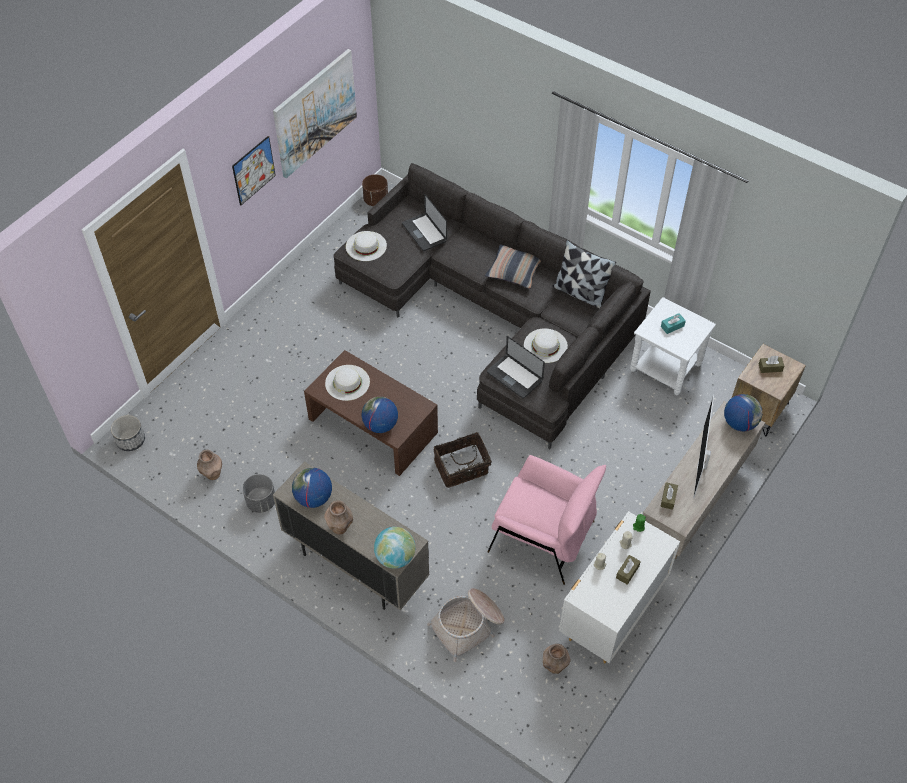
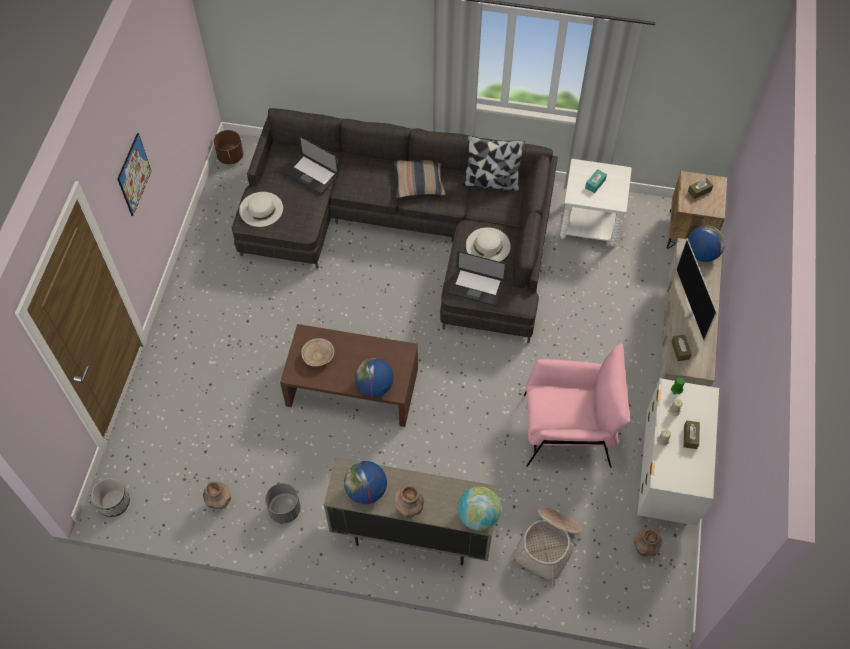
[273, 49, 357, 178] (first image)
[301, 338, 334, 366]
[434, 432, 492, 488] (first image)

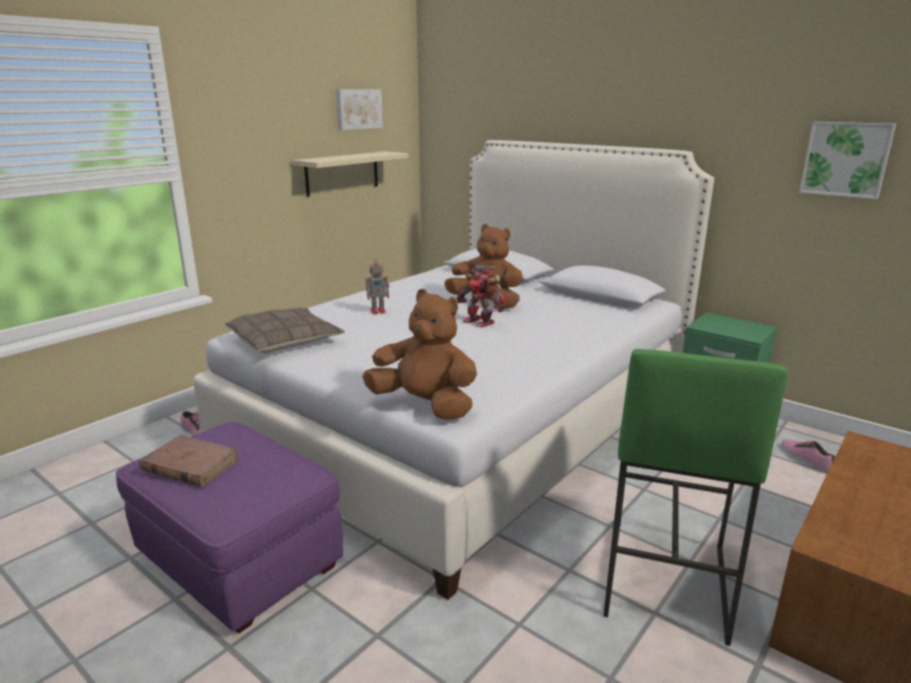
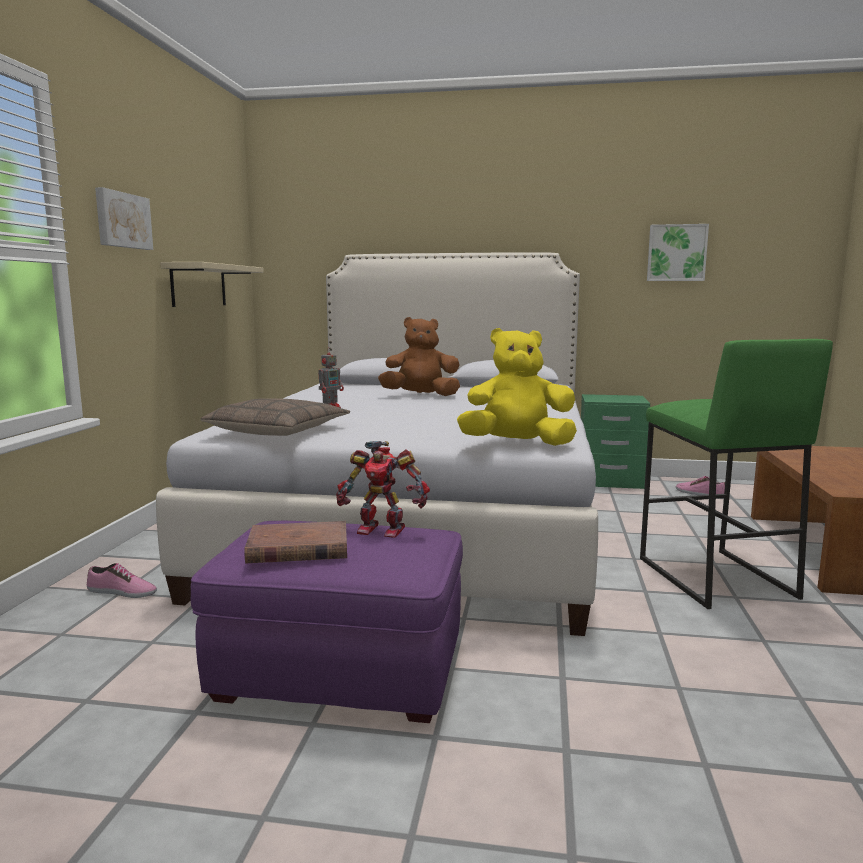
[95, 187, 153, 250]
[457, 328, 577, 446]
[336, 441, 430, 538]

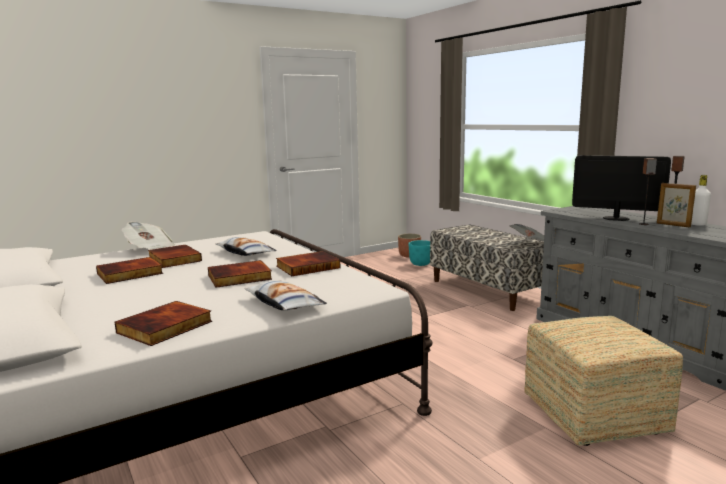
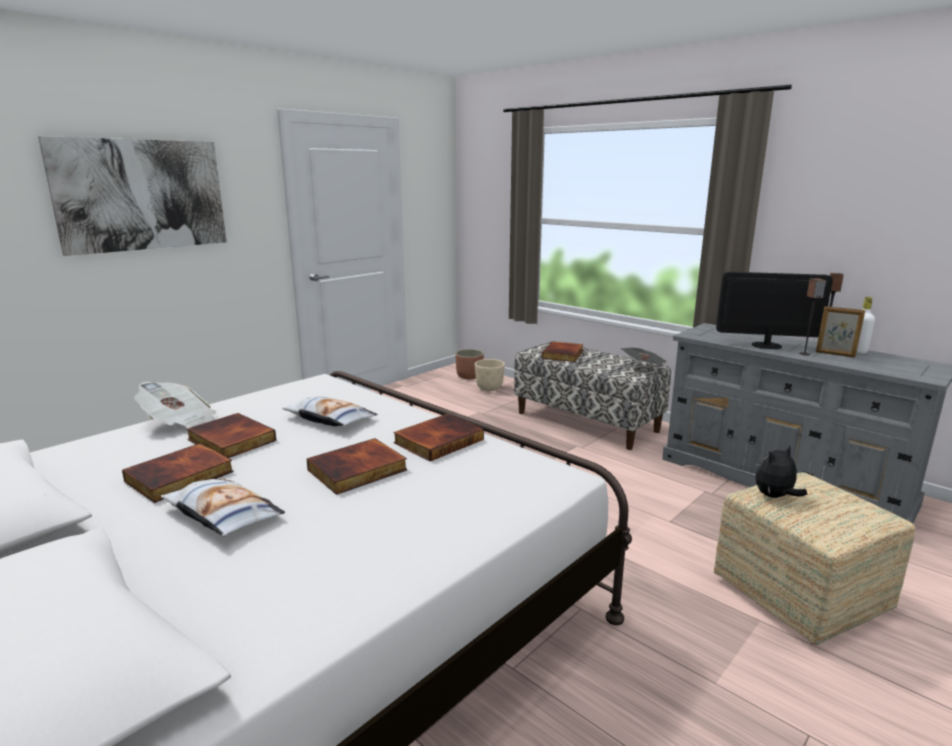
[542, 342, 583, 362]
[161, 479, 285, 536]
[475, 359, 505, 391]
[38, 136, 227, 256]
[755, 445, 807, 498]

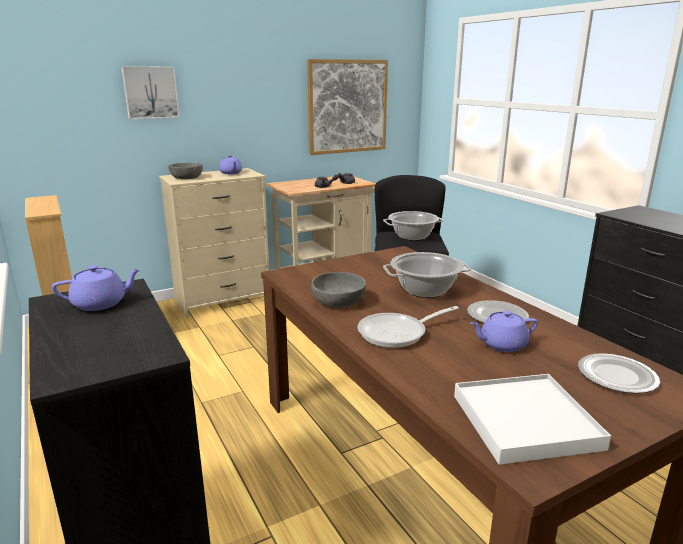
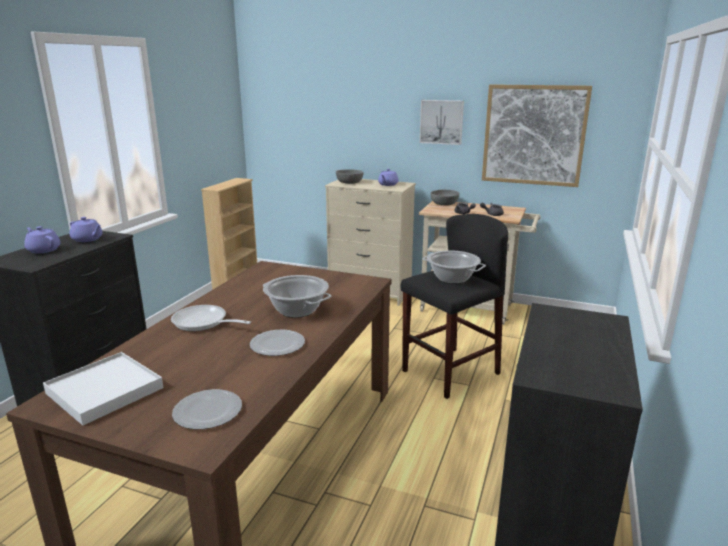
[420, 100, 464, 145]
[430, 190, 459, 206]
[24, 226, 61, 254]

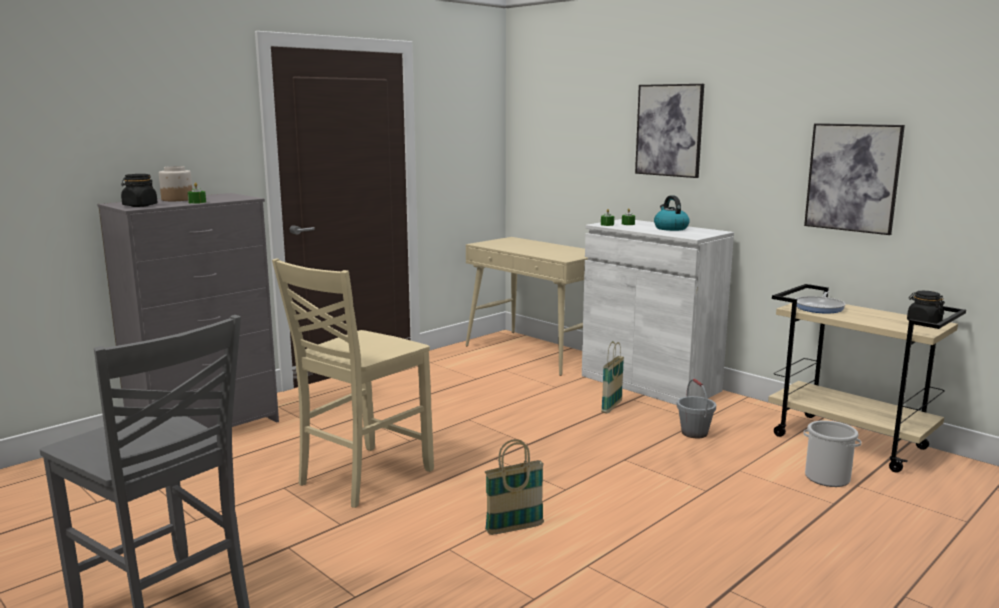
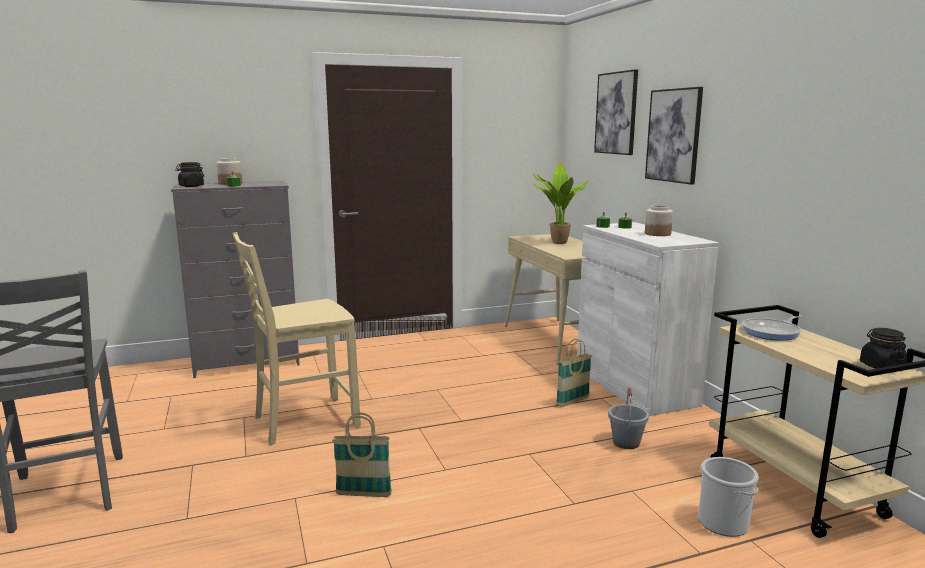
[645, 205, 673, 236]
[594, 69, 638, 155]
[533, 162, 589, 244]

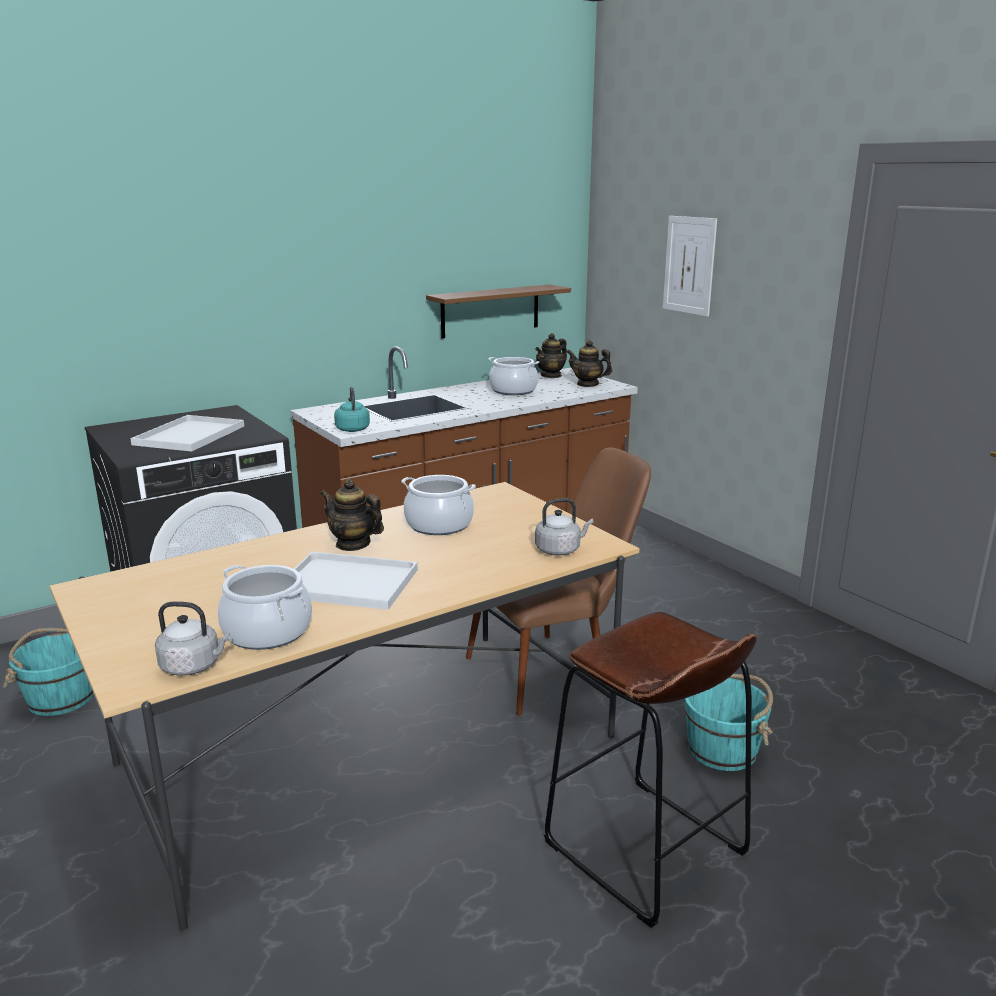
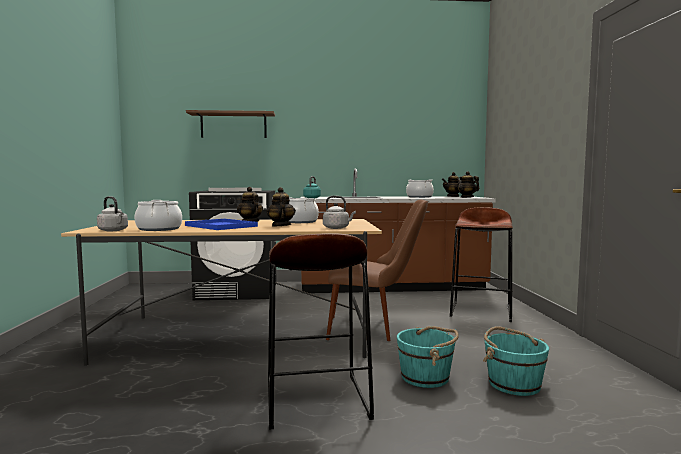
[483, 326, 549, 396]
[185, 219, 258, 230]
[186, 110, 275, 138]
[663, 216, 717, 317] (first image)
[266, 187, 296, 226]
[450, 207, 513, 322]

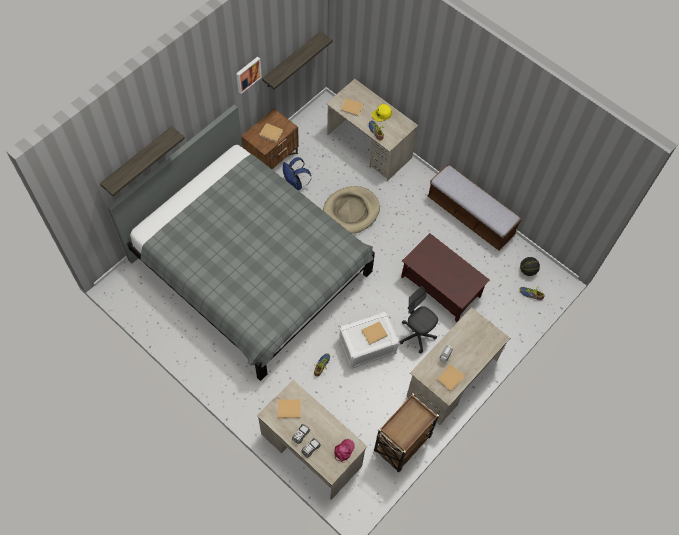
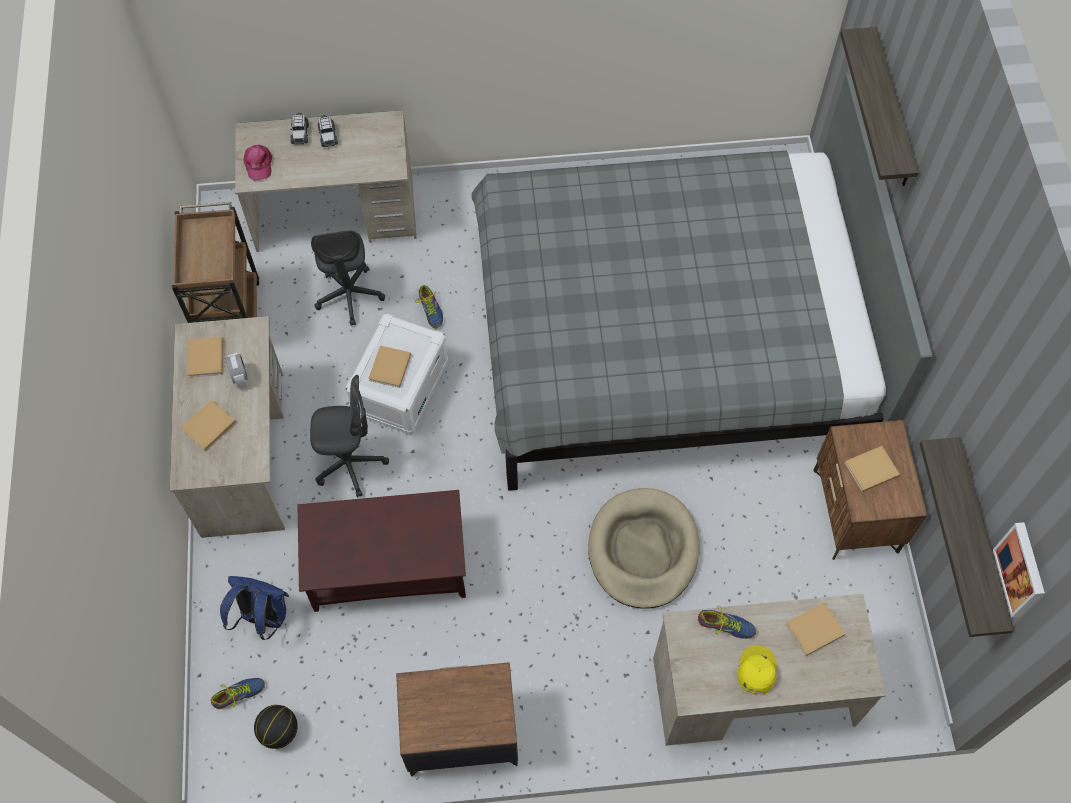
[993, 522, 1045, 618]
[180, 400, 236, 451]
[220, 576, 289, 640]
[396, 662, 518, 776]
[311, 231, 385, 326]

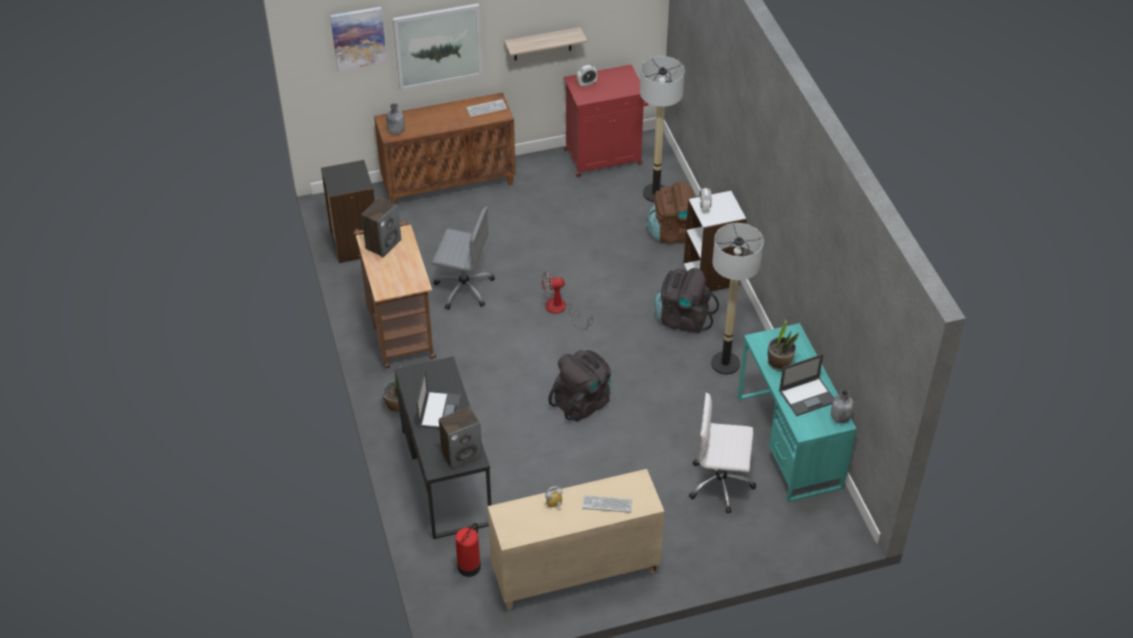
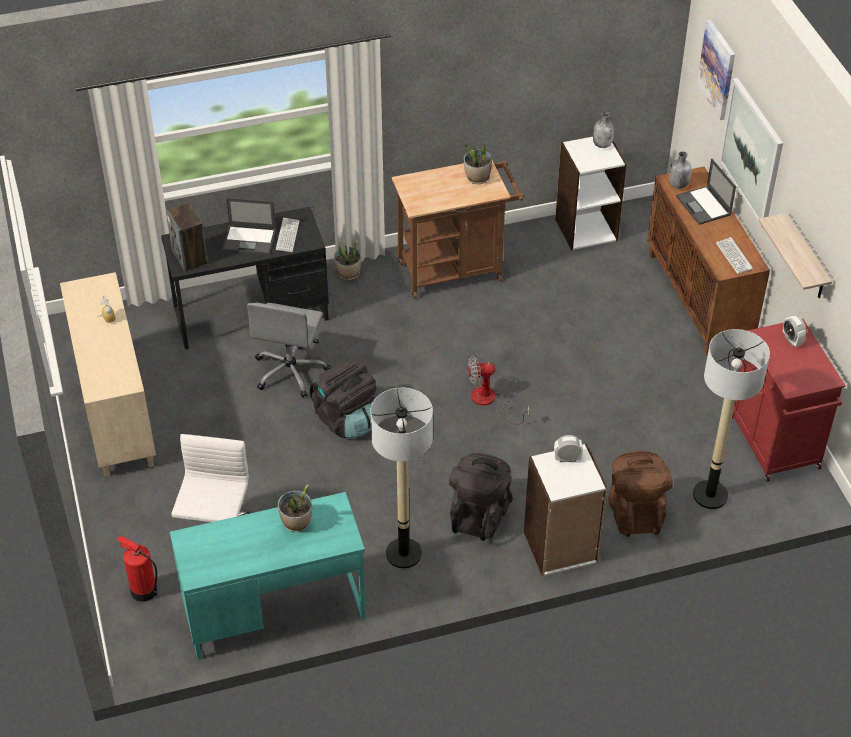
[555, 137, 627, 250]
[464, 144, 492, 184]
[247, 303, 331, 398]
[117, 535, 157, 602]
[468, 356, 530, 424]
[276, 218, 300, 252]
[676, 158, 736, 225]
[593, 112, 614, 148]

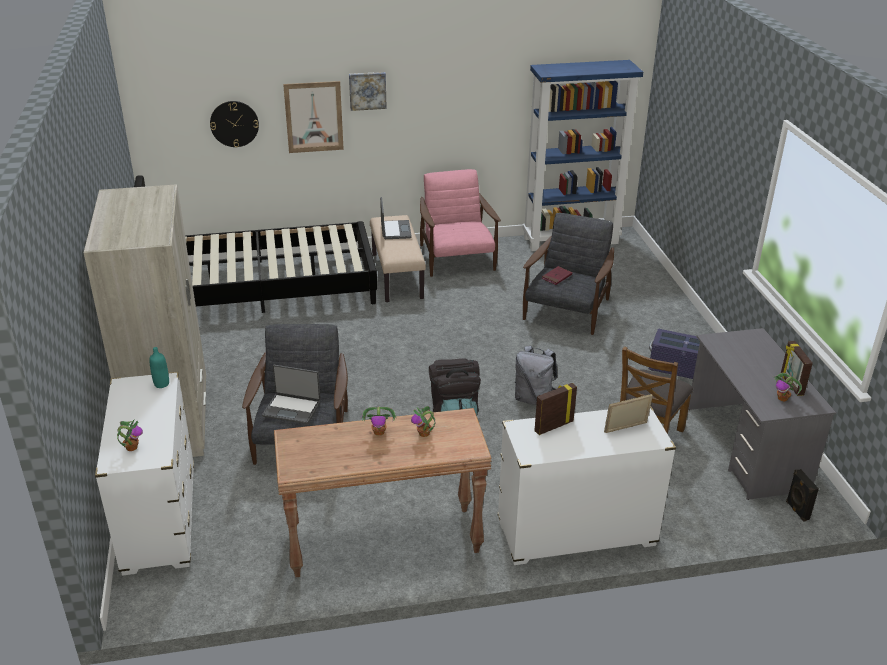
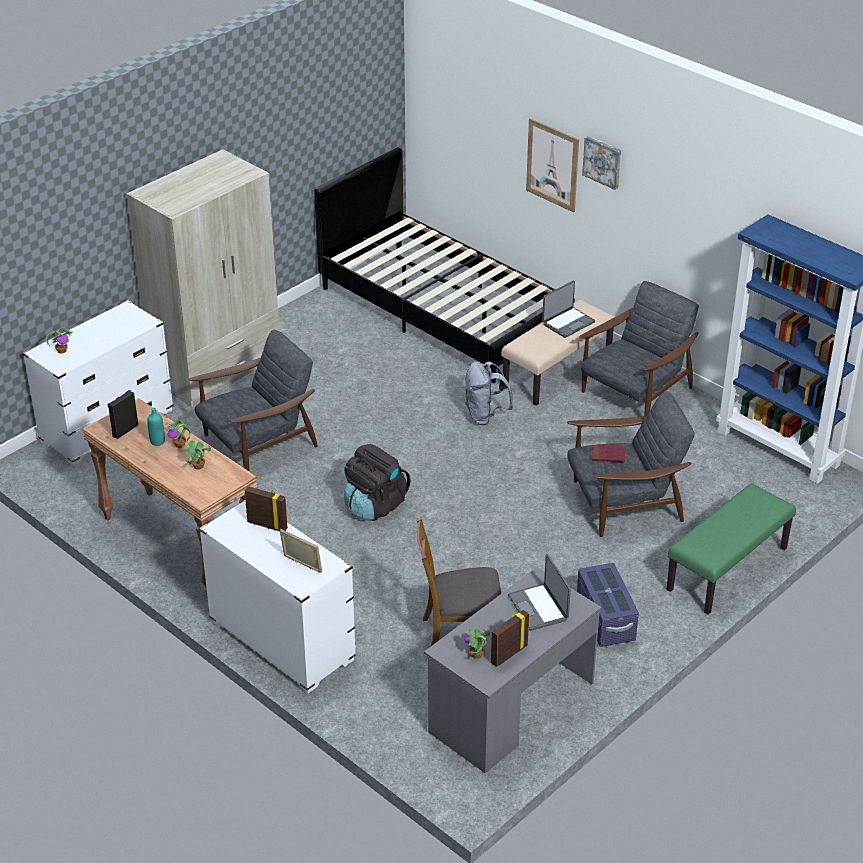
[147, 408, 165, 446]
[210, 101, 259, 147] (first image)
[508, 554, 571, 631]
[579, 281, 699, 416]
[465, 361, 513, 425]
[108, 390, 138, 439]
[666, 483, 796, 614]

